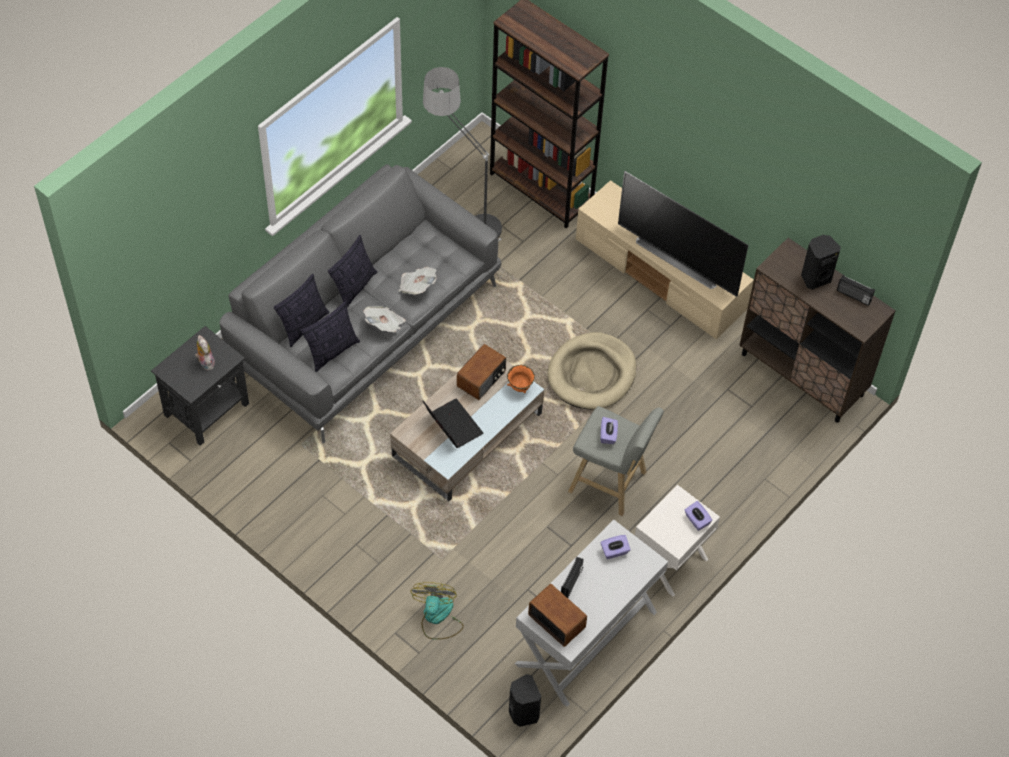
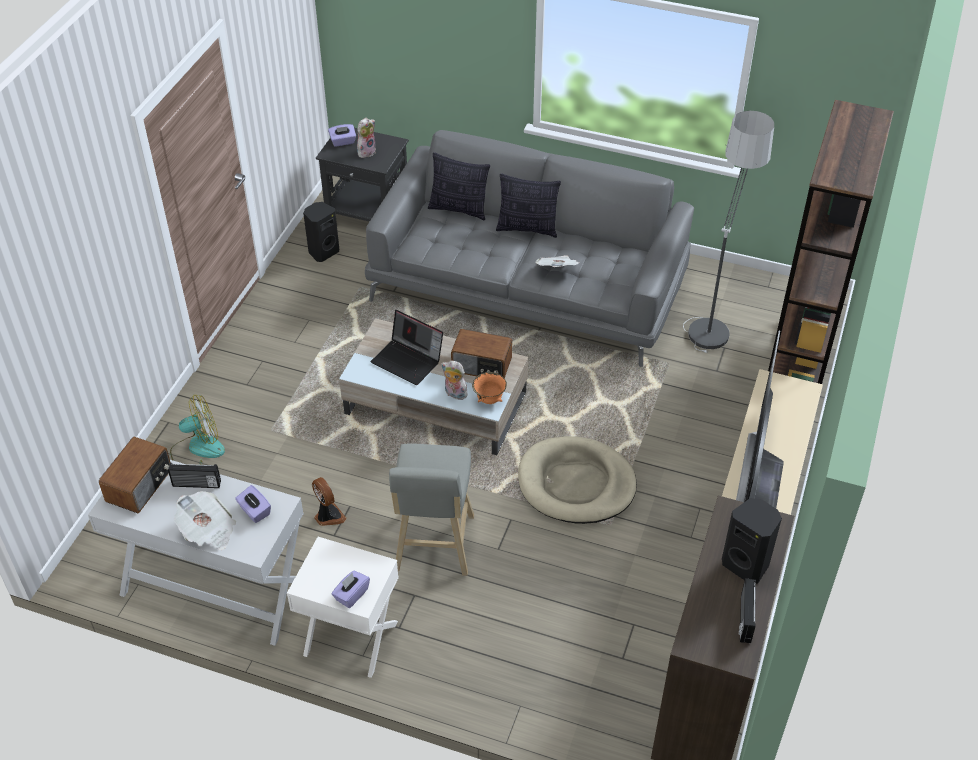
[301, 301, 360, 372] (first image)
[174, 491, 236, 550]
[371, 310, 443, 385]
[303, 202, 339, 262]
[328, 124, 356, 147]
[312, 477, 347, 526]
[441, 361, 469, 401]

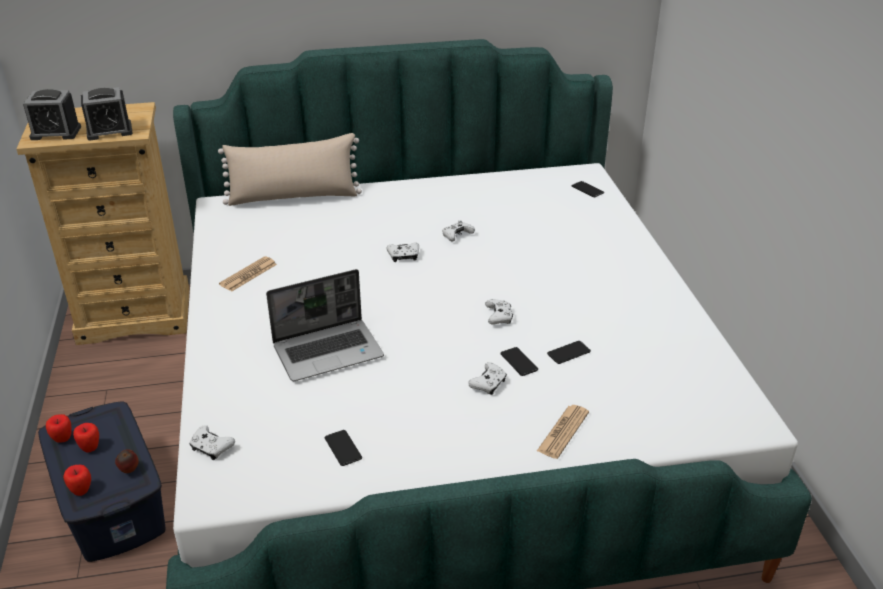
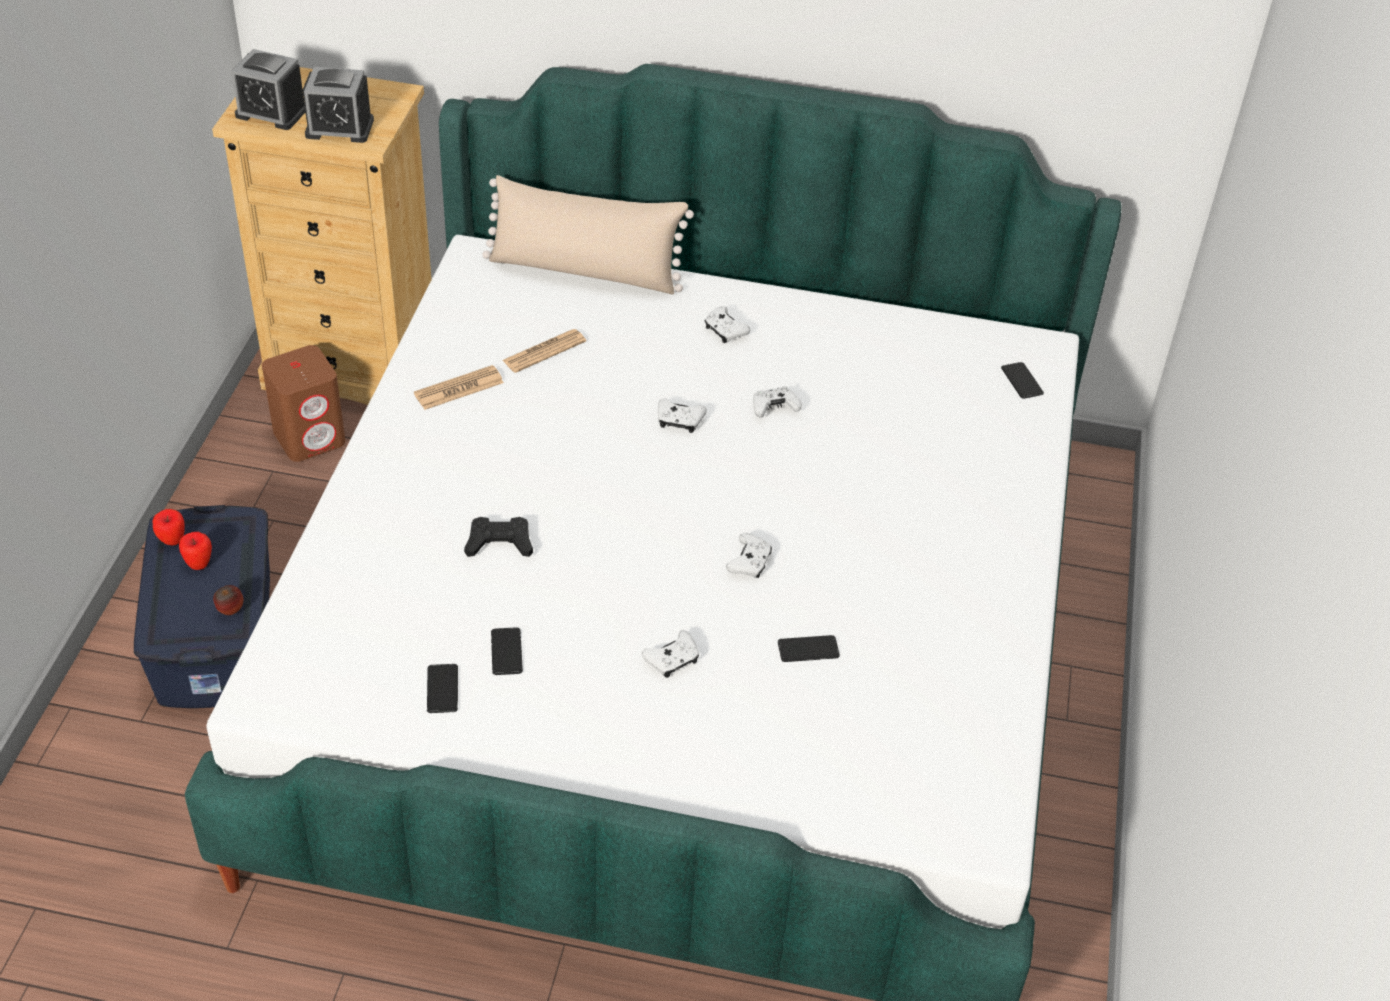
[63, 465, 91, 496] (first image)
[704, 306, 750, 343]
[464, 517, 533, 557]
[491, 627, 523, 675]
[502, 329, 586, 373]
[262, 345, 345, 462]

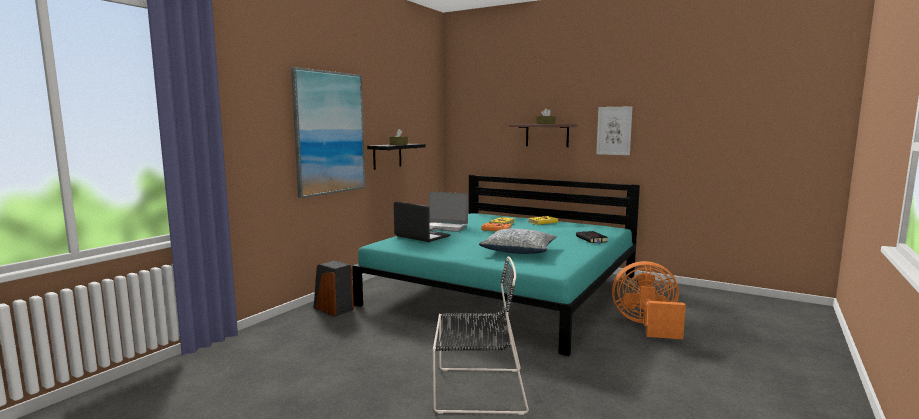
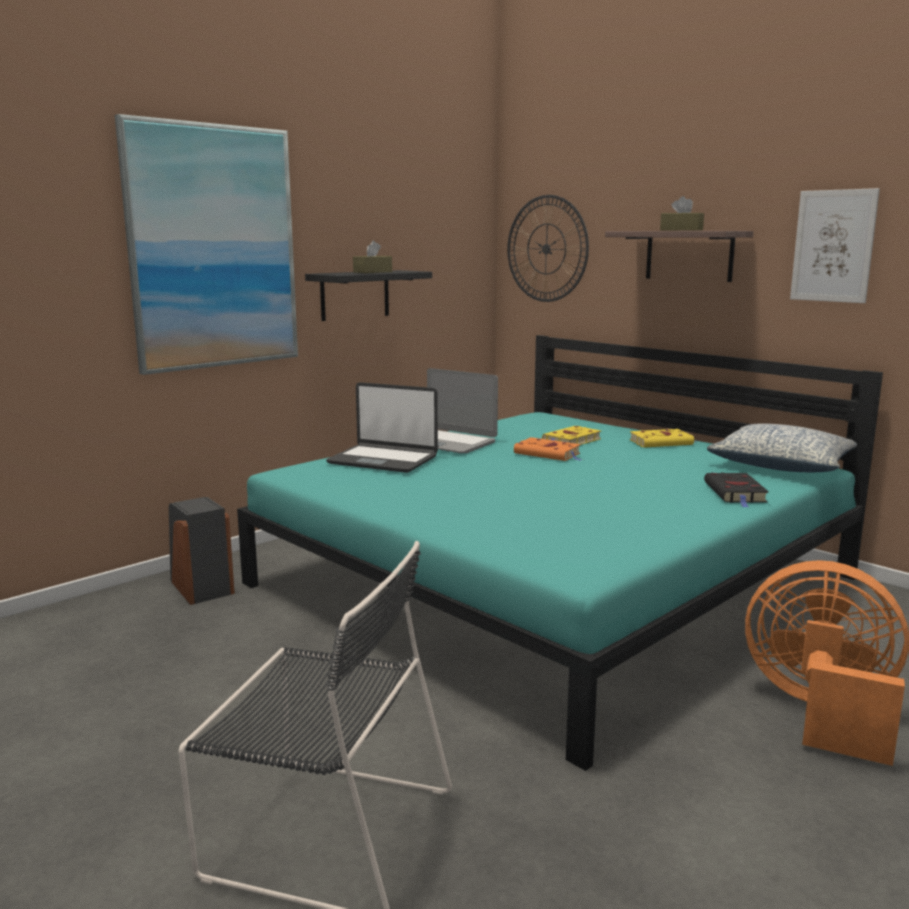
[326, 382, 438, 473]
[707, 423, 857, 472]
[507, 195, 589, 302]

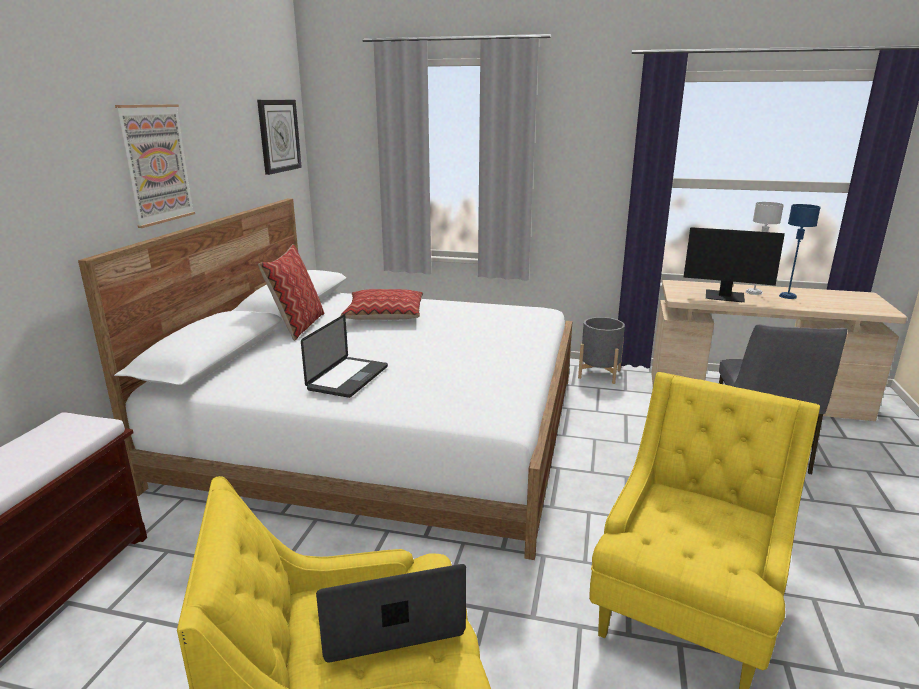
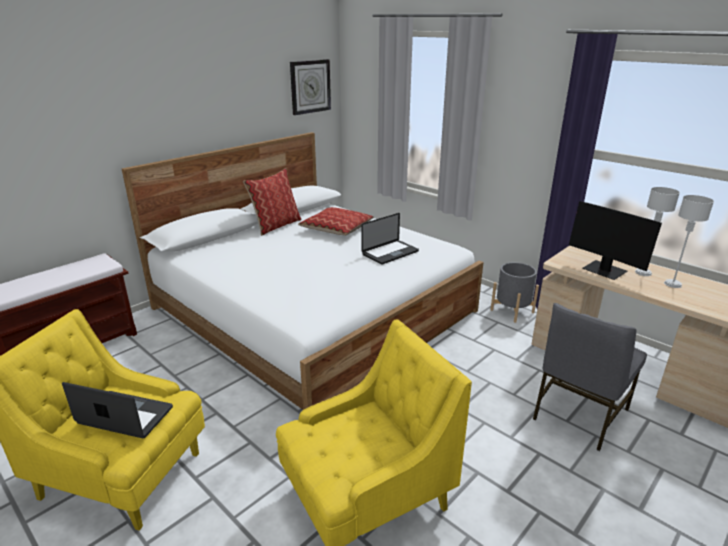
[115, 104, 195, 228] (first image)
[361, 213, 419, 265]
[664, 195, 714, 288]

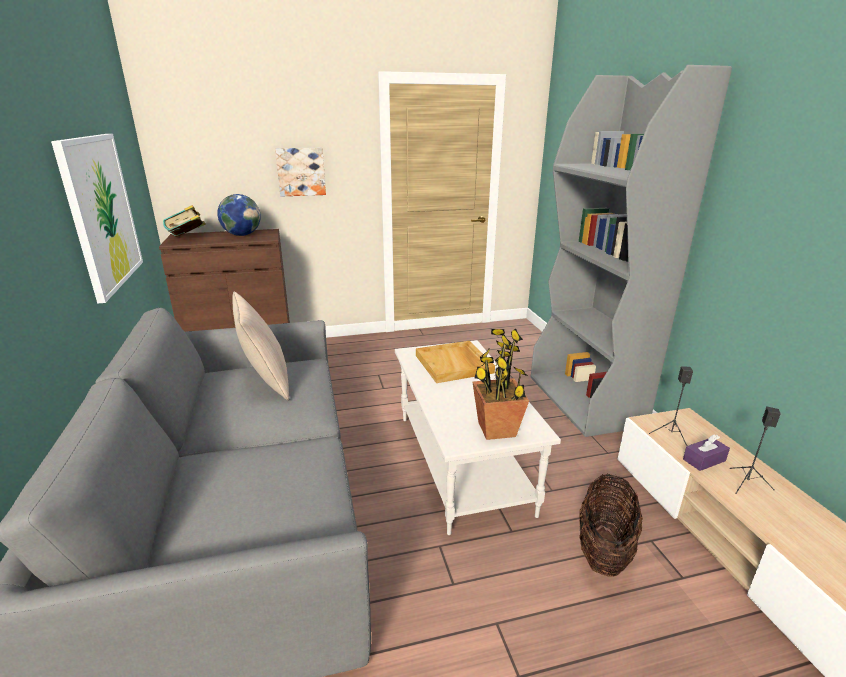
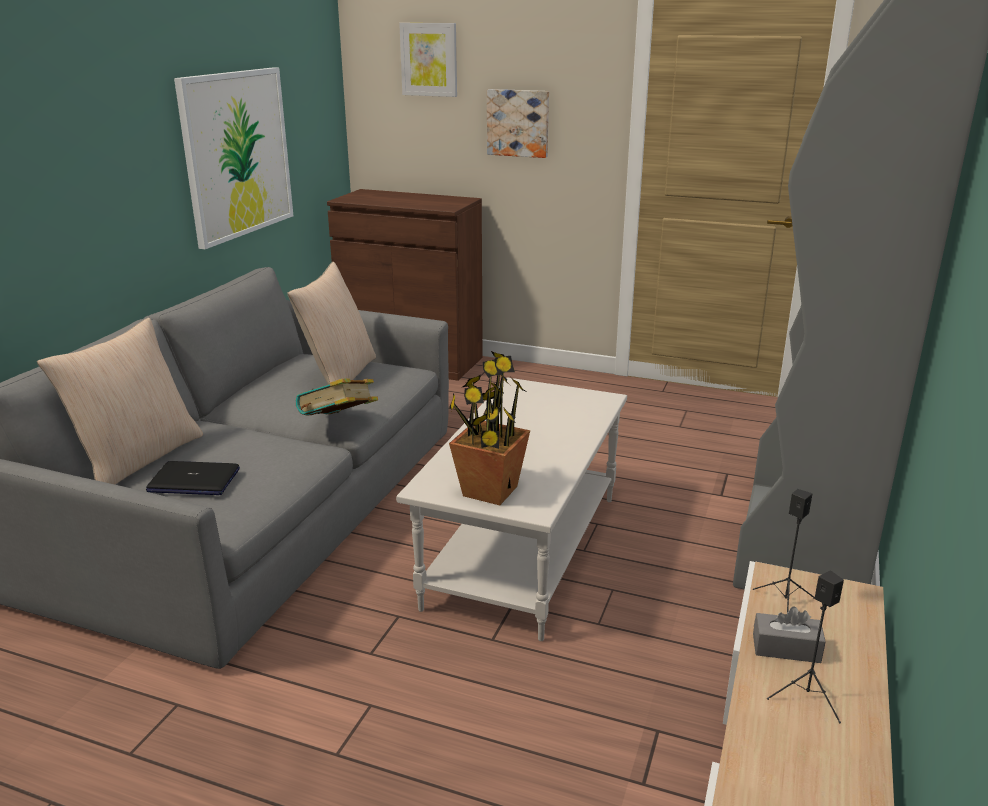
[296, 378, 378, 415]
[217, 194, 261, 236] (first image)
[416, 341, 495, 383] (first image)
[579, 474, 643, 577] (first image)
[753, 606, 826, 663]
[37, 318, 203, 485]
[146, 461, 240, 495]
[399, 23, 457, 97]

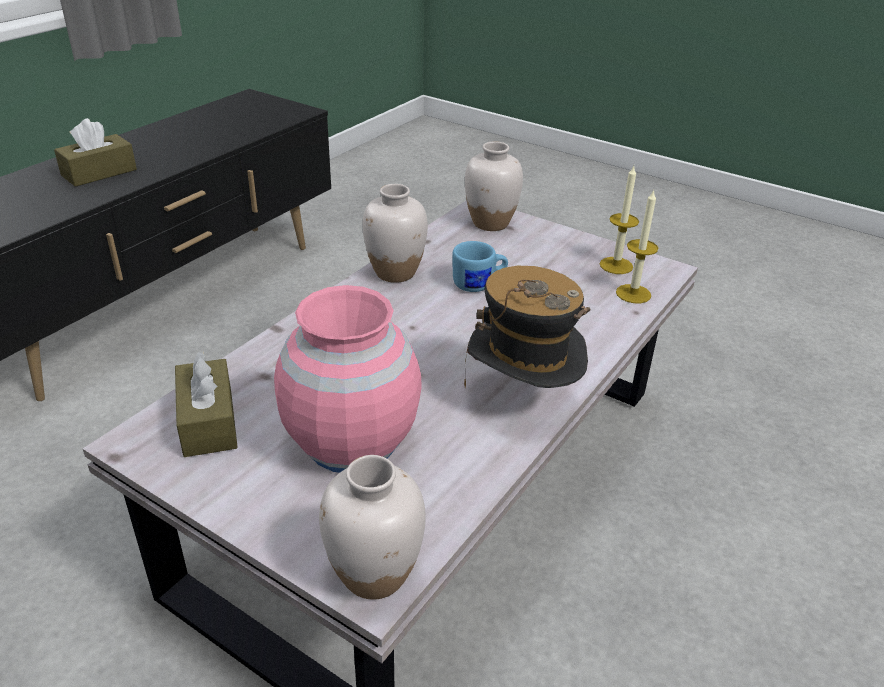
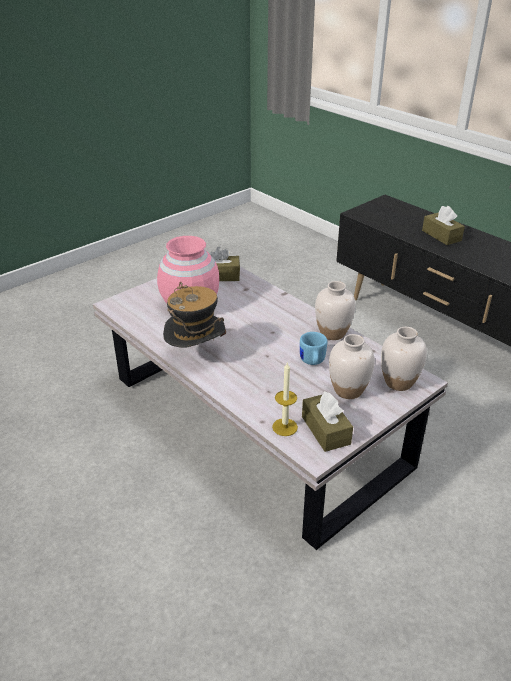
[329, 334, 375, 399]
[302, 391, 353, 452]

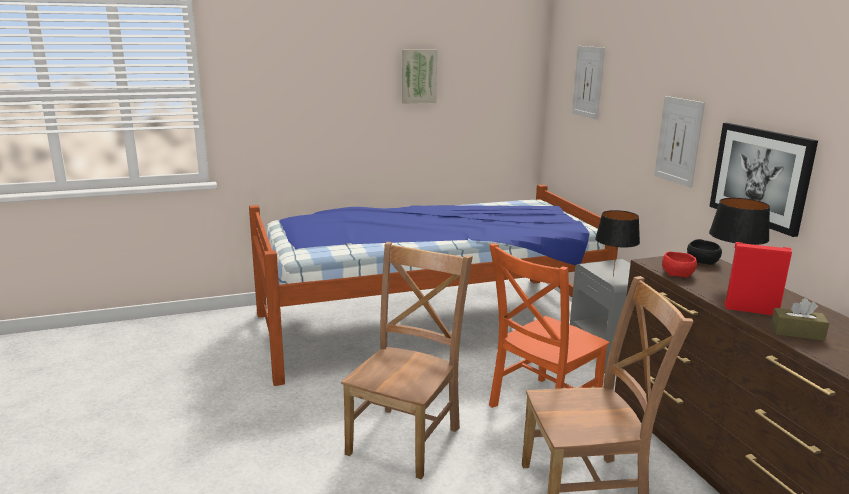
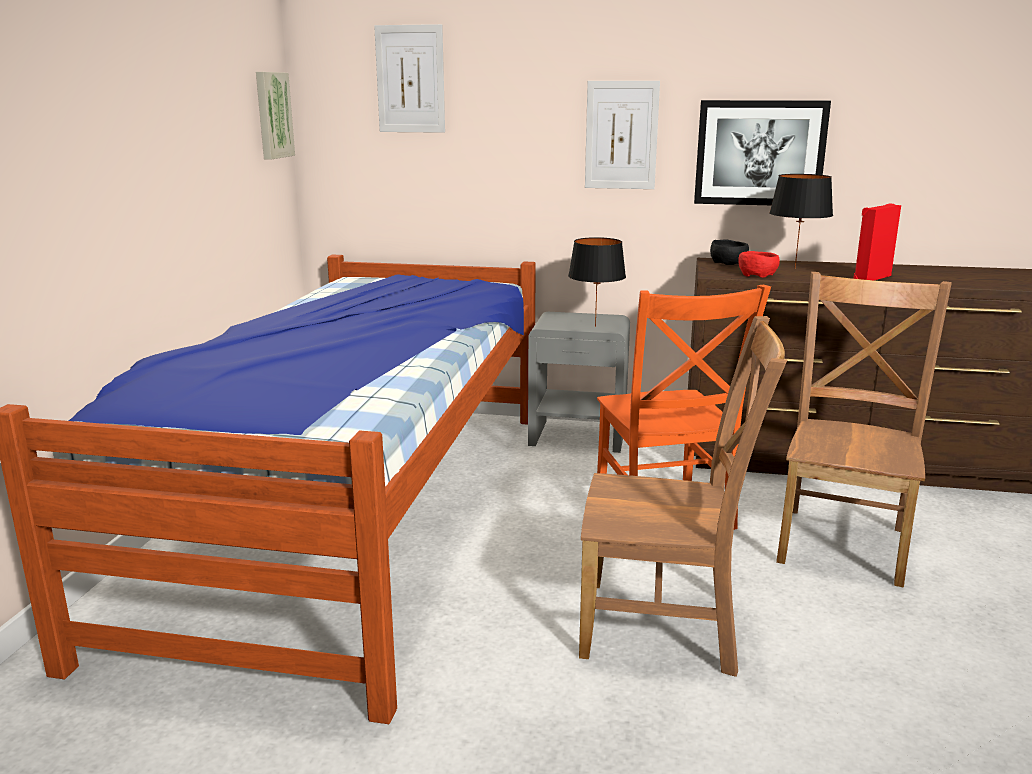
[579, 316, 787, 677]
[256, 72, 295, 159]
[771, 298, 829, 341] (first image)

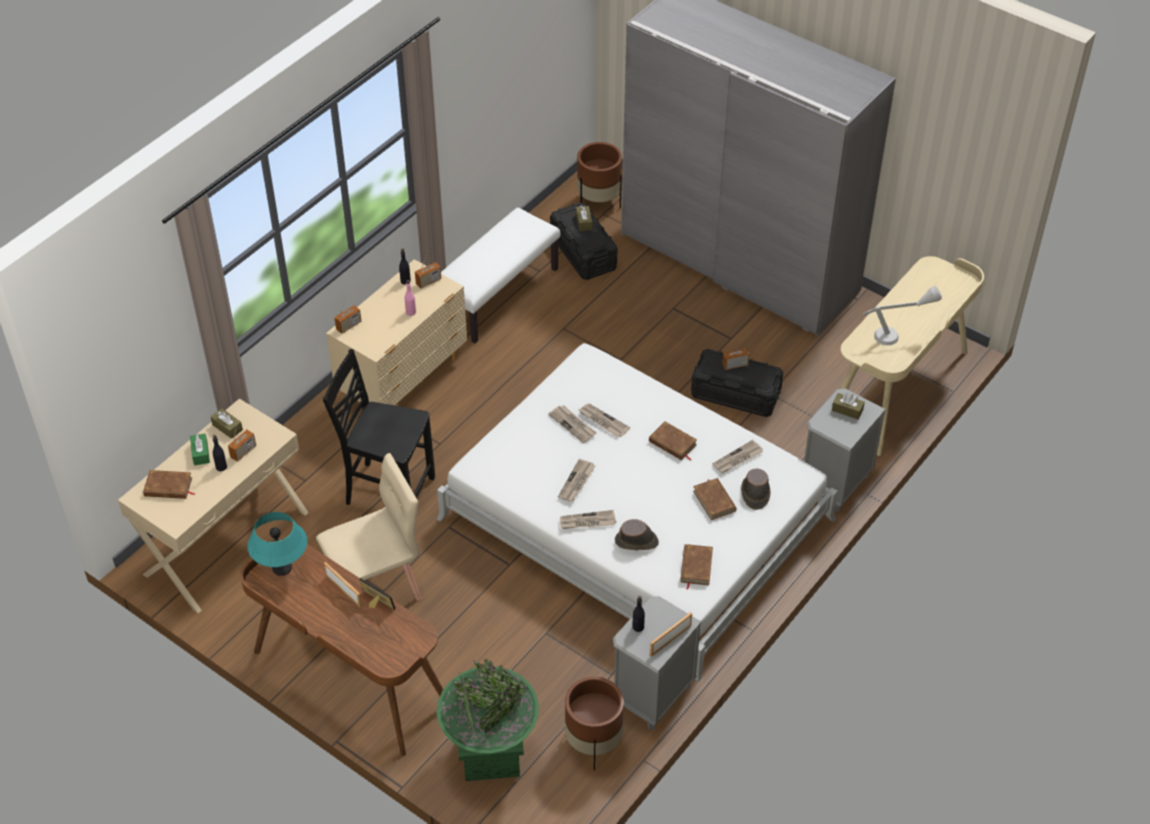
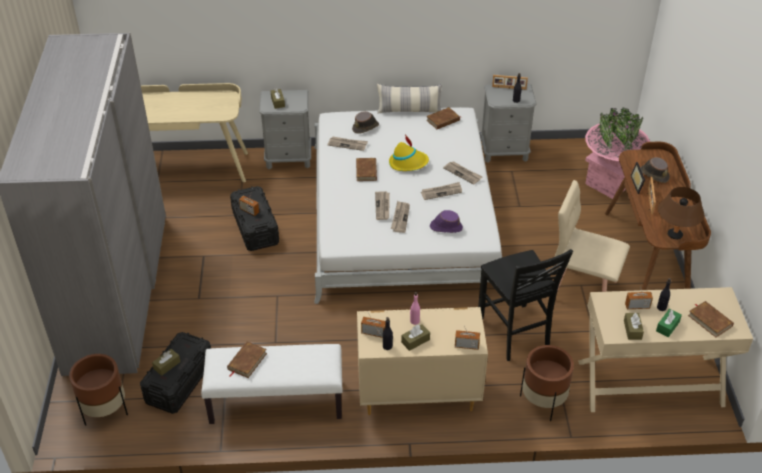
[658, 187, 704, 239]
[585, 107, 650, 199]
[520, 345, 574, 421]
[640, 157, 670, 183]
[227, 341, 267, 378]
[863, 286, 942, 345] (first image)
[377, 84, 442, 114]
[389, 135, 429, 171]
[401, 324, 430, 351]
[430, 210, 463, 233]

